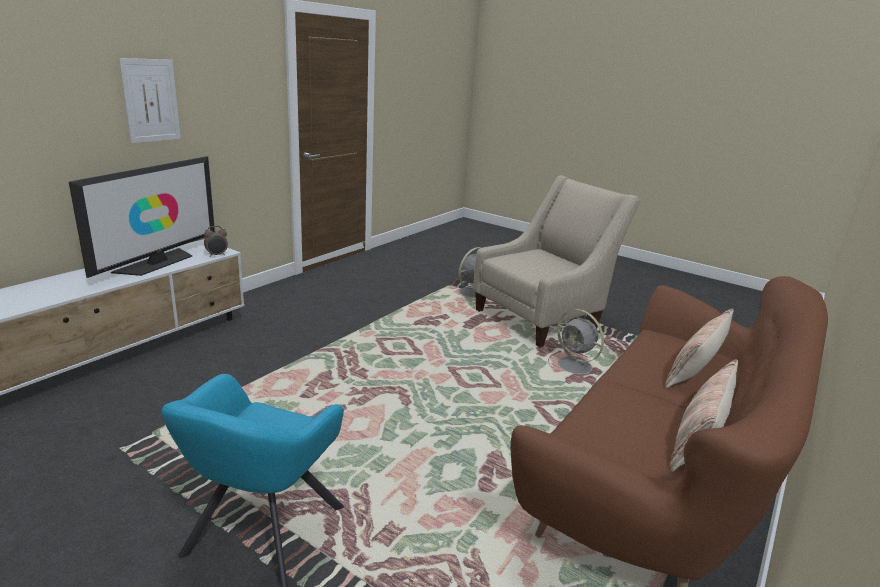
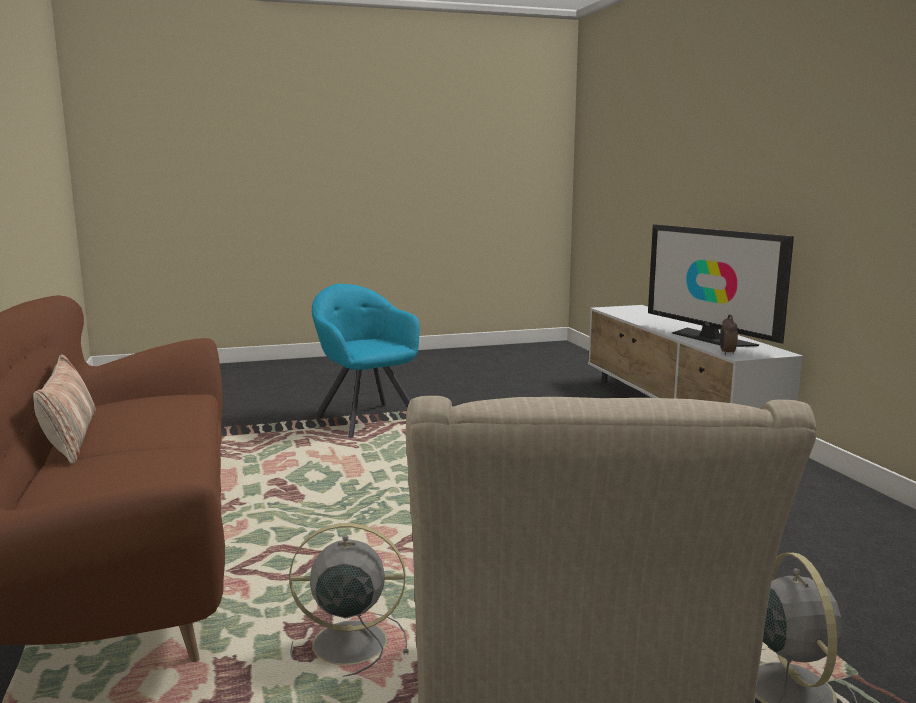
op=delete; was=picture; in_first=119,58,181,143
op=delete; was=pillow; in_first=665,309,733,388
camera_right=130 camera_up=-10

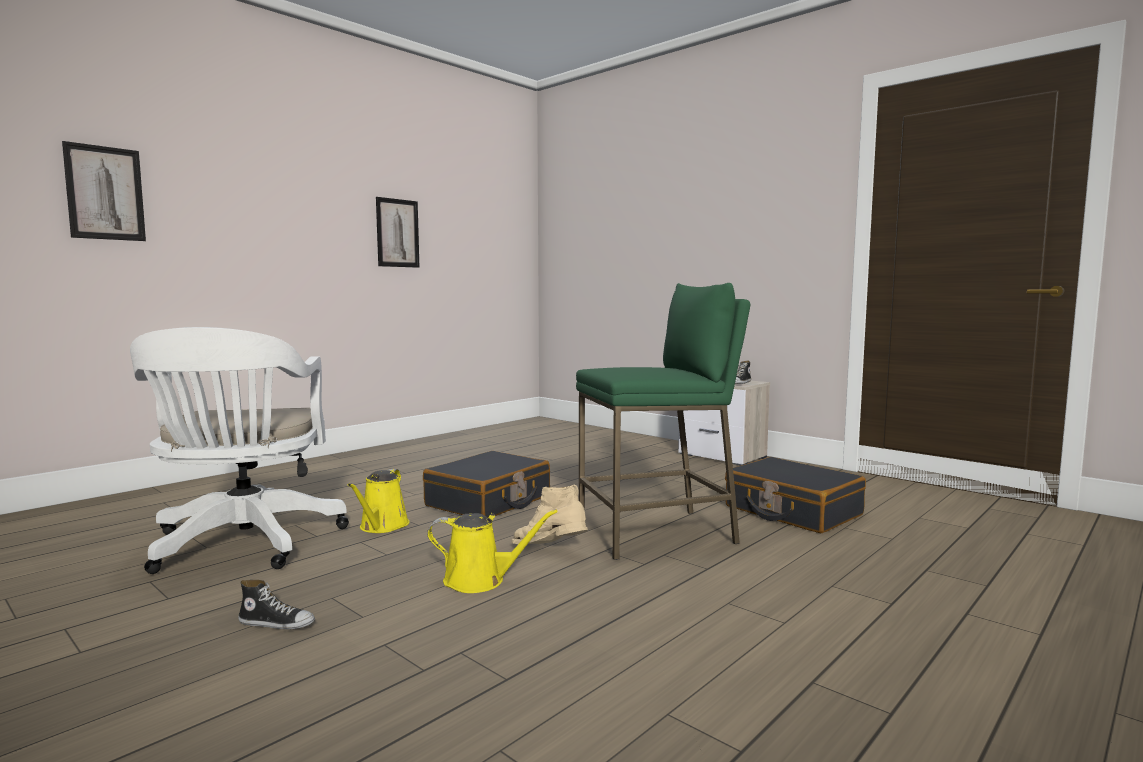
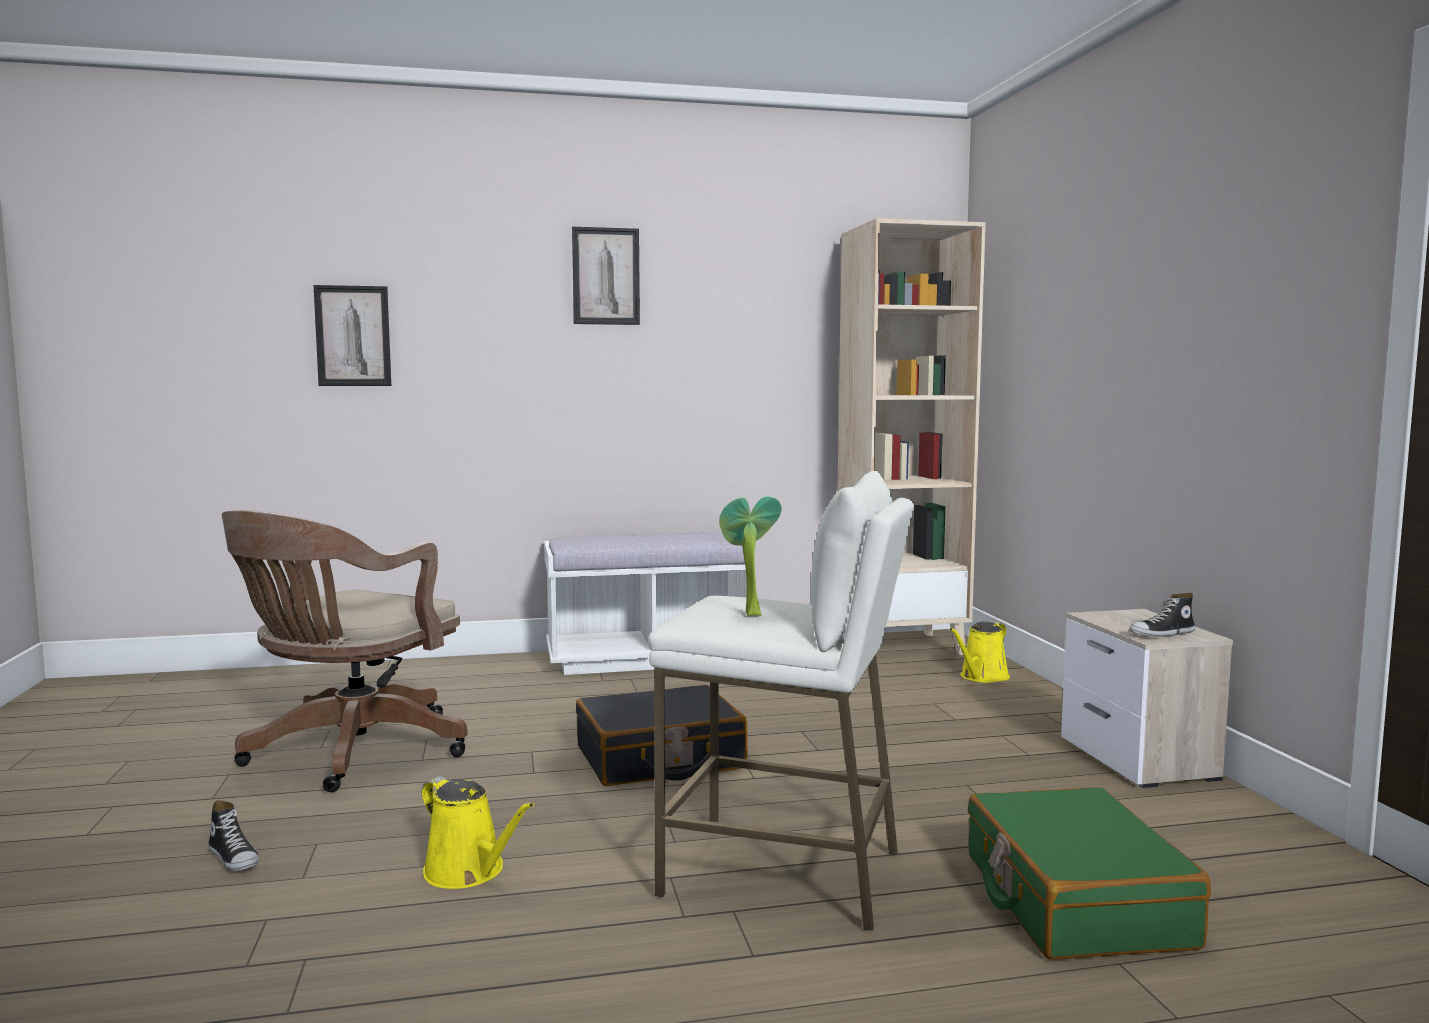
op=delete; was=beige boot; in_first=511,485,588,544
op=insert; now=white bench; in_second=544,532,747,675
op=insert; now=potted plant; in_second=719,496,782,616
op=insert; now=beige bookcase; in_second=837,218,986,655
op=move; was=yellow watering can; in_first=348,469,410,533; in_second=949,622,1010,683
op=move; was=picture; in_first=376,197,420,268; in_second=572,227,640,325
op=recolor; was=white office chair; now=brown office chair; in_first=130,327,349,574; in_second=222,510,467,792
op=recolor; was=green stool; now=white stool; in_first=576,283,750,560; in_second=648,471,914,931
op=recolor; was=black suitcase; now=green suitcase; in_first=725,457,866,534; in_second=968,787,1211,960
camera_right=35 camera_up=0

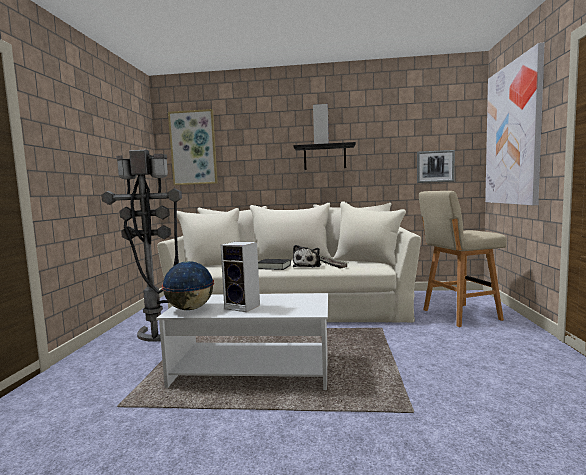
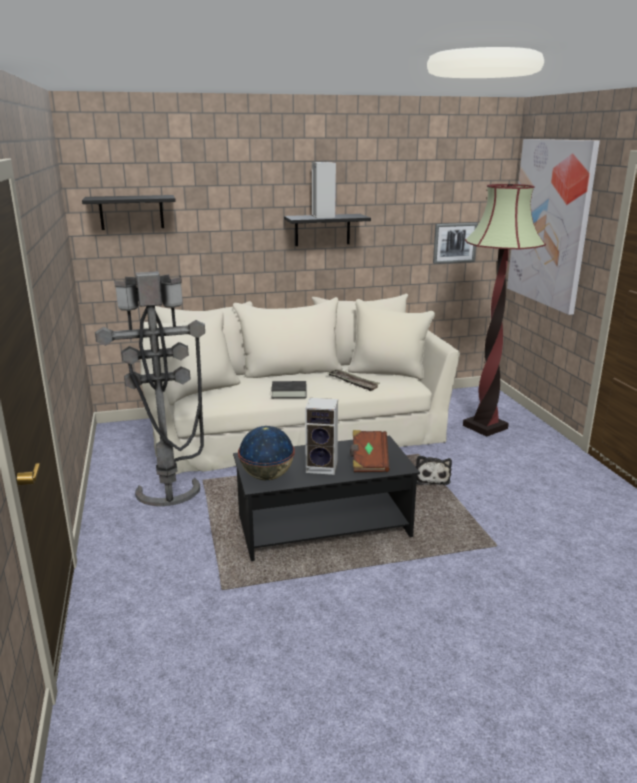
op=insert; now=brown book; in_second=350,430,389,472
op=move; was=plush toy; in_first=293,245,321,267; in_second=416,455,452,485
op=replace; was=picture; now=black shelf; in_first=168,109,218,185; in_second=82,195,176,230
op=replace; was=beige stool; now=floor lamp; in_first=419,191,507,327; in_second=463,184,546,437
op=recolor; was=white coffee table; now=black coffee table; in_first=156,293,328,390; in_second=233,435,420,561
camera_right=-20 camera_up=15

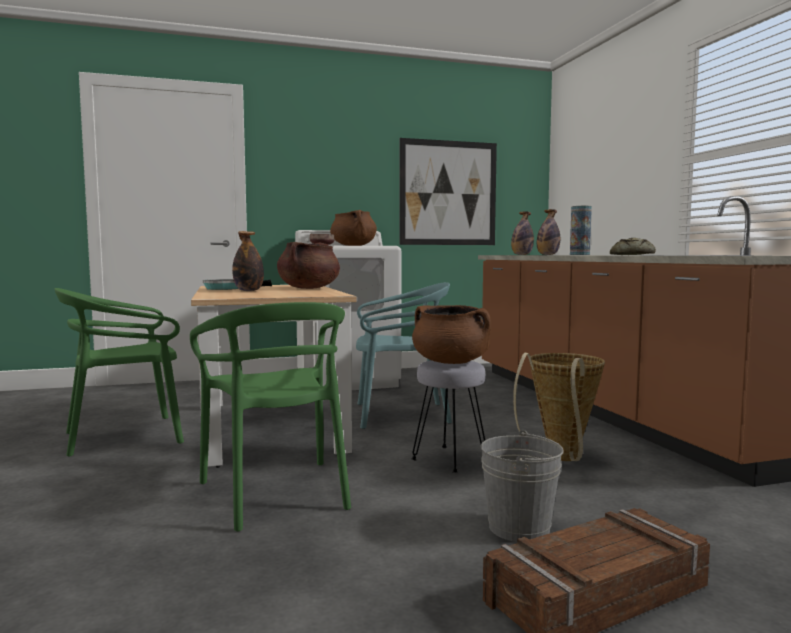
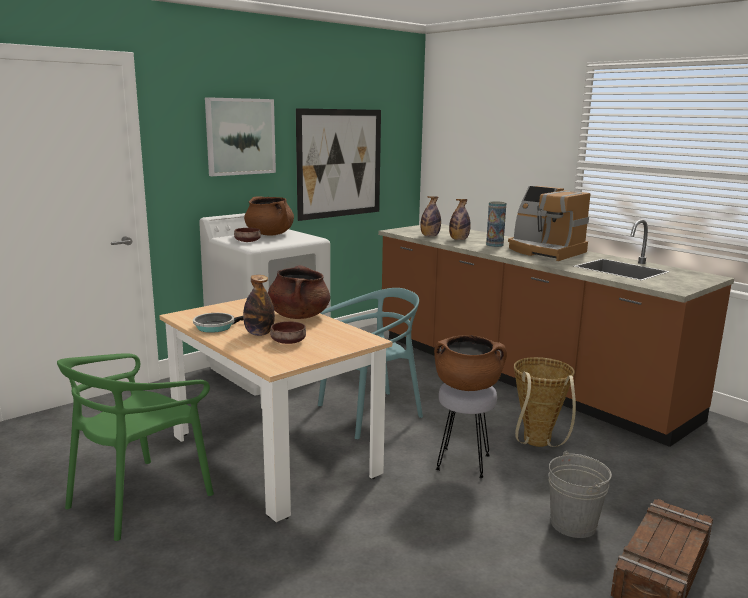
op=delete; was=green chair; in_first=190,302,351,532
op=insert; now=picture; in_second=205,97,276,176
op=insert; now=brown bowl; in_second=270,321,306,344
op=replace; was=bread; now=coffee machine; in_first=610,238,656,255; in_second=508,186,590,261
camera_right=-25 camera_up=10

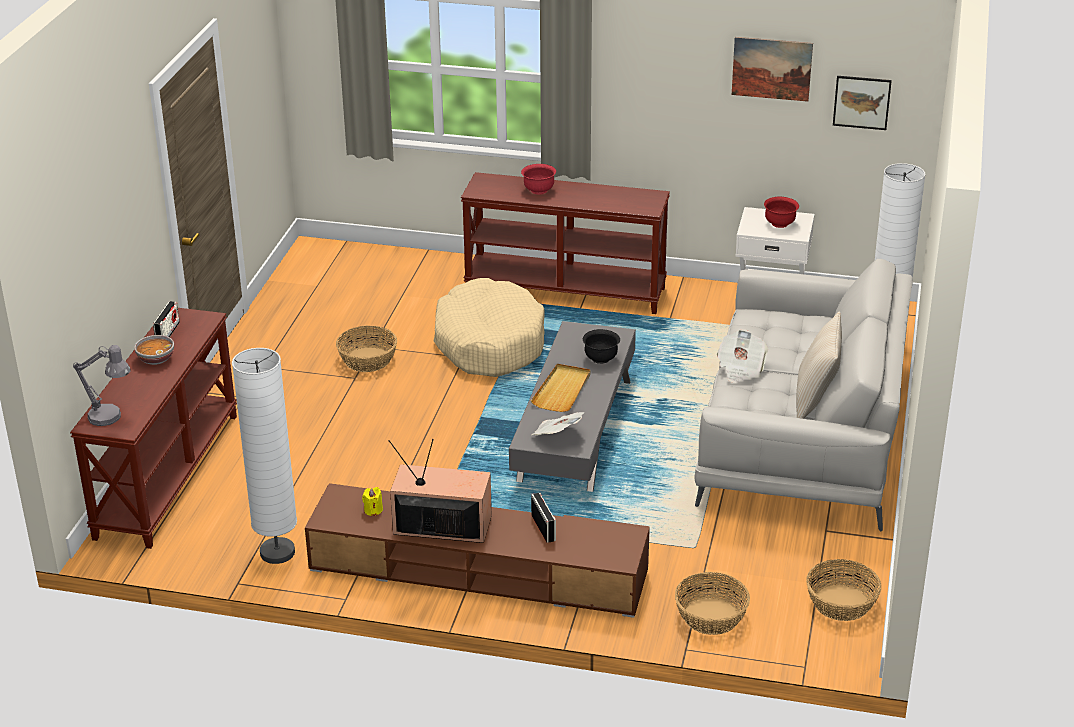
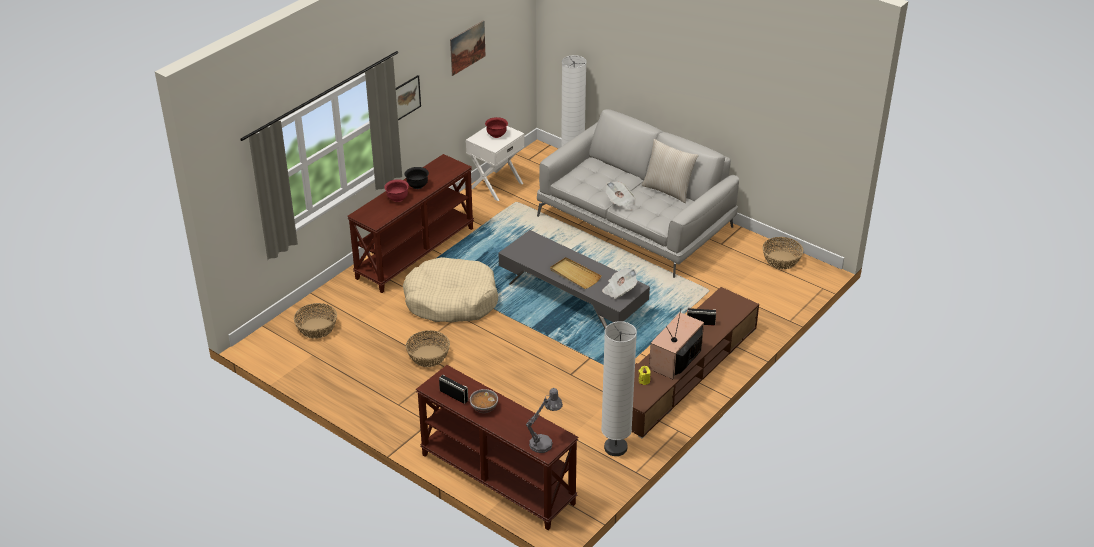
op=move; was=black bowl; in_first=583,329,620,364; in_second=405,167,429,189
op=move; was=basket; in_first=675,572,750,635; in_second=294,303,337,339
op=move; was=picture; in_first=833,76,892,130; in_second=396,75,421,120
camera_right=-65 camera_up=5

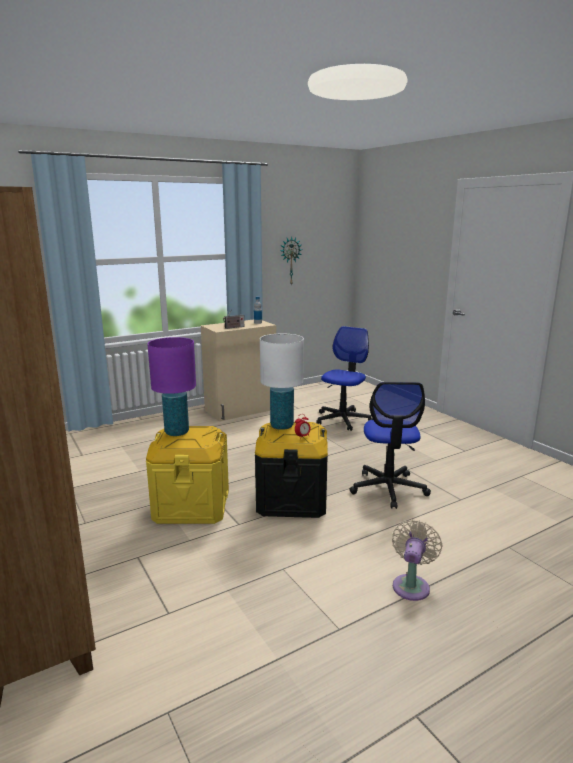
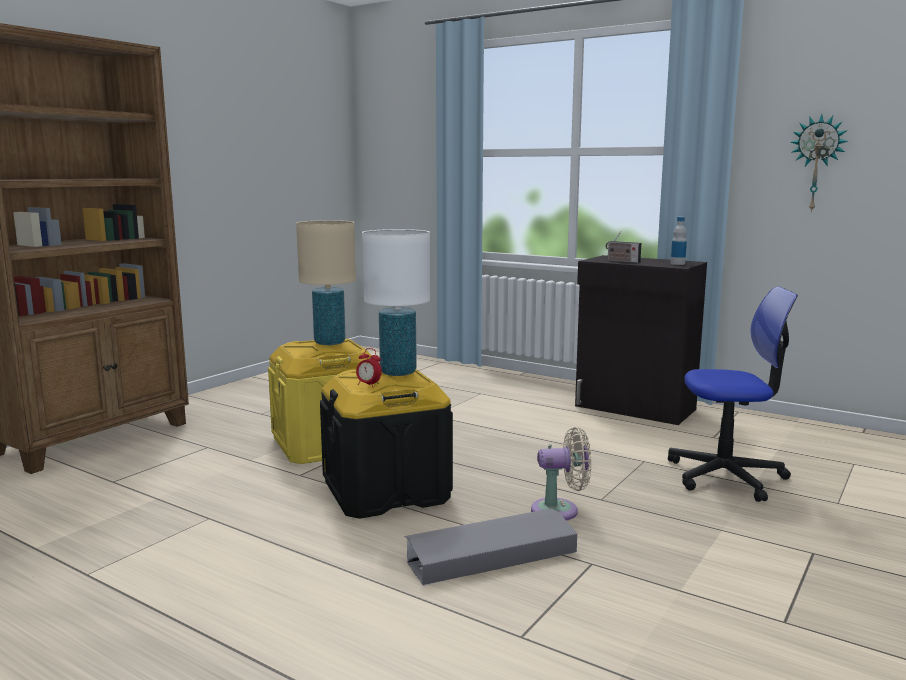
op=move; was=beige fan; in_first=392,520,442,601; in_second=531,427,591,521
op=replace; was=office chair; now=grey storage box; in_first=349,382,431,509; in_second=404,508,577,586
op=recolor; was=purple table lamp; now=beige table lamp; in_first=147,337,196,436; in_second=296,220,356,345
op=recolor; was=beige cabinet; now=black cabinet; in_first=201,320,276,421; in_second=575,255,707,425
camera_right=65 camera_up=-5

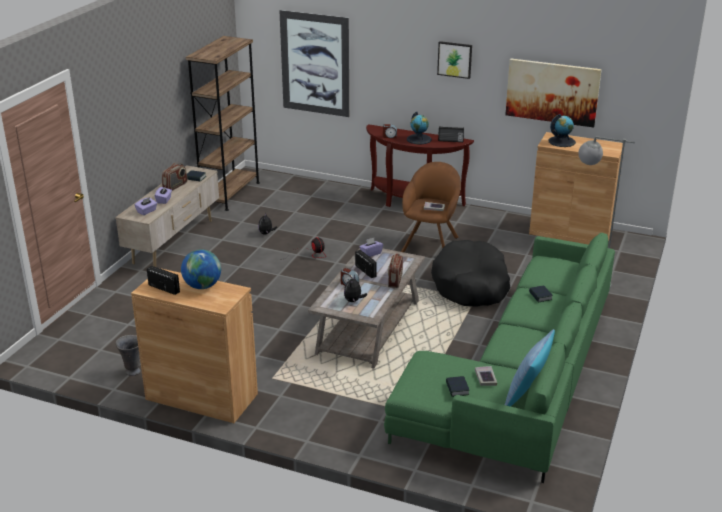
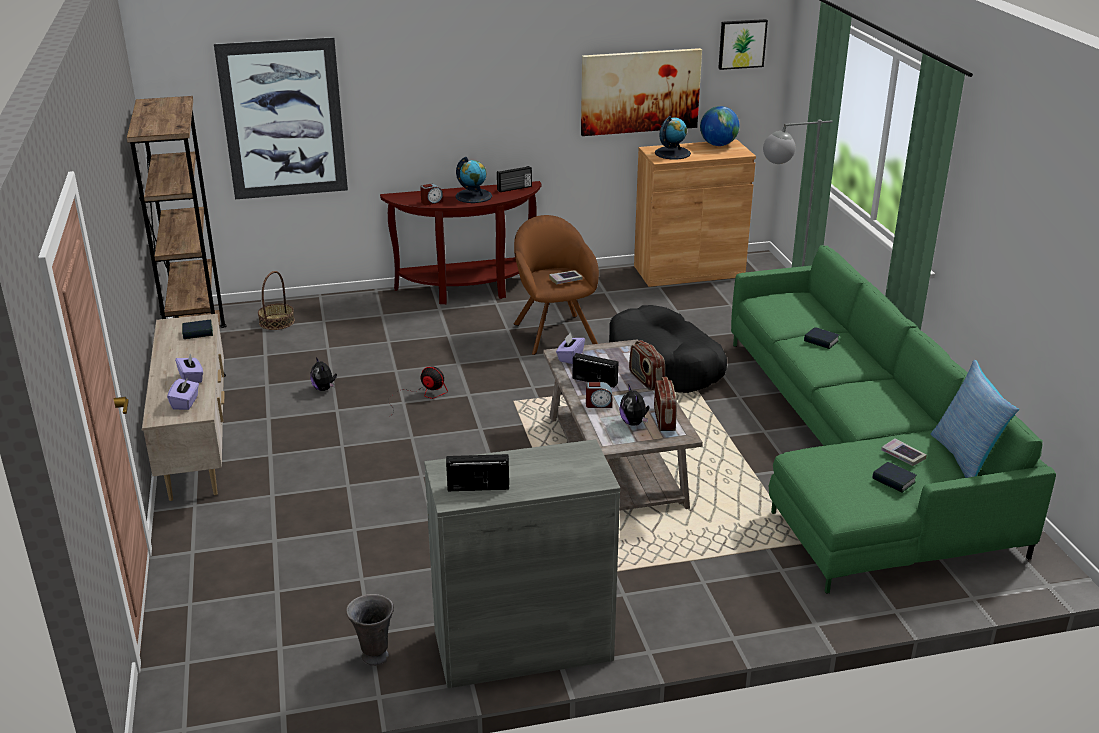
op=insert; now=basket; in_second=258,271,295,330
op=move; was=radio; in_first=162,163,188,191; in_second=654,377,677,431
op=move; was=globe; in_first=181,249,221,289; in_second=700,106,739,146
op=move; was=picture; in_first=437,41,472,79; in_second=718,19,768,70
op=recolor; was=brown cabinet; now=grey cabinet; in_first=131,268,258,423; in_second=424,439,620,688
camera_right=-35 camera_up=0

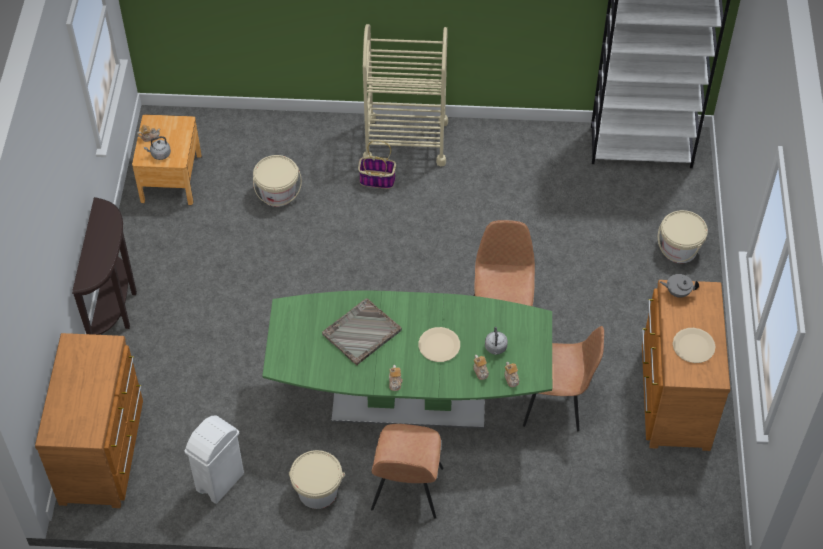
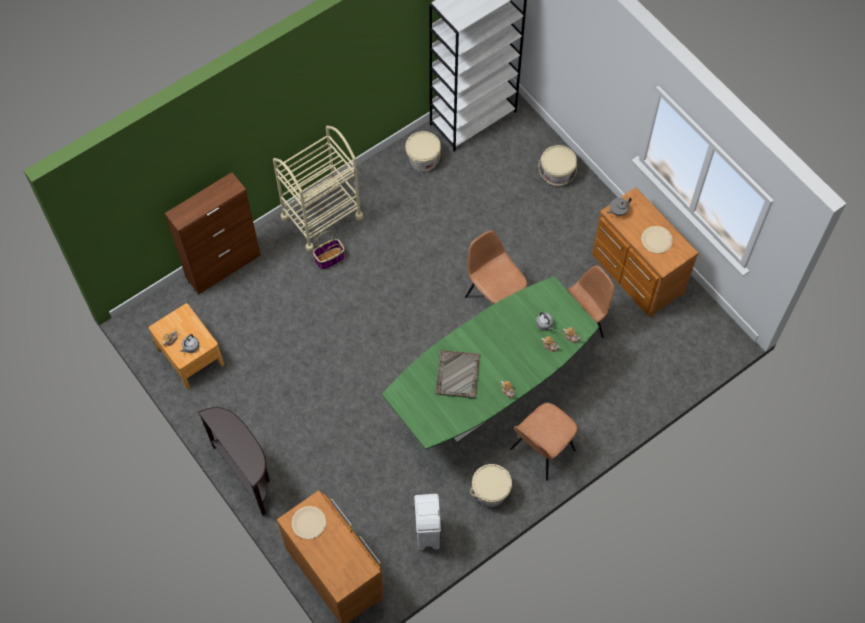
op=insert; now=brown cabinet; in_second=165,172,260,295
op=move; was=beige bucket; in_first=253,155,302,207; in_second=405,131,441,172
op=move; was=beige plate; in_first=418,327,460,362; in_second=292,506,326,539
op=rotate; was=brown chair; in_first=371,424,443,518; in_second=510,403,578,481; clockwise=75
camera_right=-40 camera_up=10

